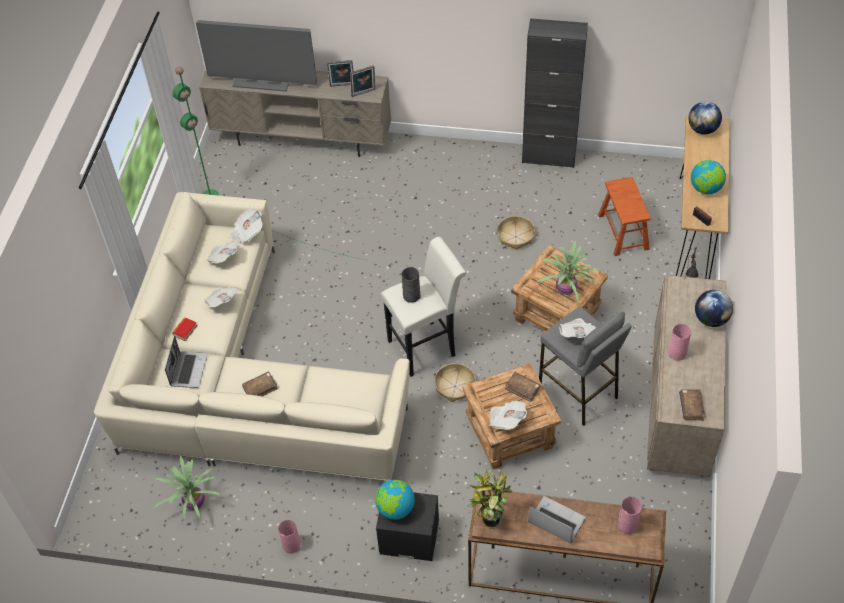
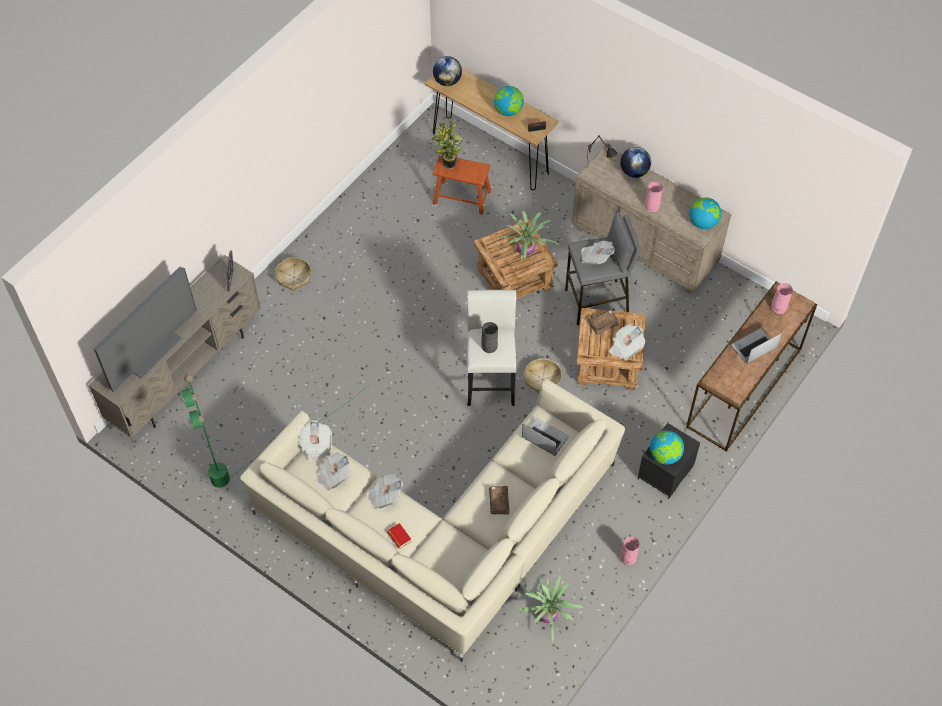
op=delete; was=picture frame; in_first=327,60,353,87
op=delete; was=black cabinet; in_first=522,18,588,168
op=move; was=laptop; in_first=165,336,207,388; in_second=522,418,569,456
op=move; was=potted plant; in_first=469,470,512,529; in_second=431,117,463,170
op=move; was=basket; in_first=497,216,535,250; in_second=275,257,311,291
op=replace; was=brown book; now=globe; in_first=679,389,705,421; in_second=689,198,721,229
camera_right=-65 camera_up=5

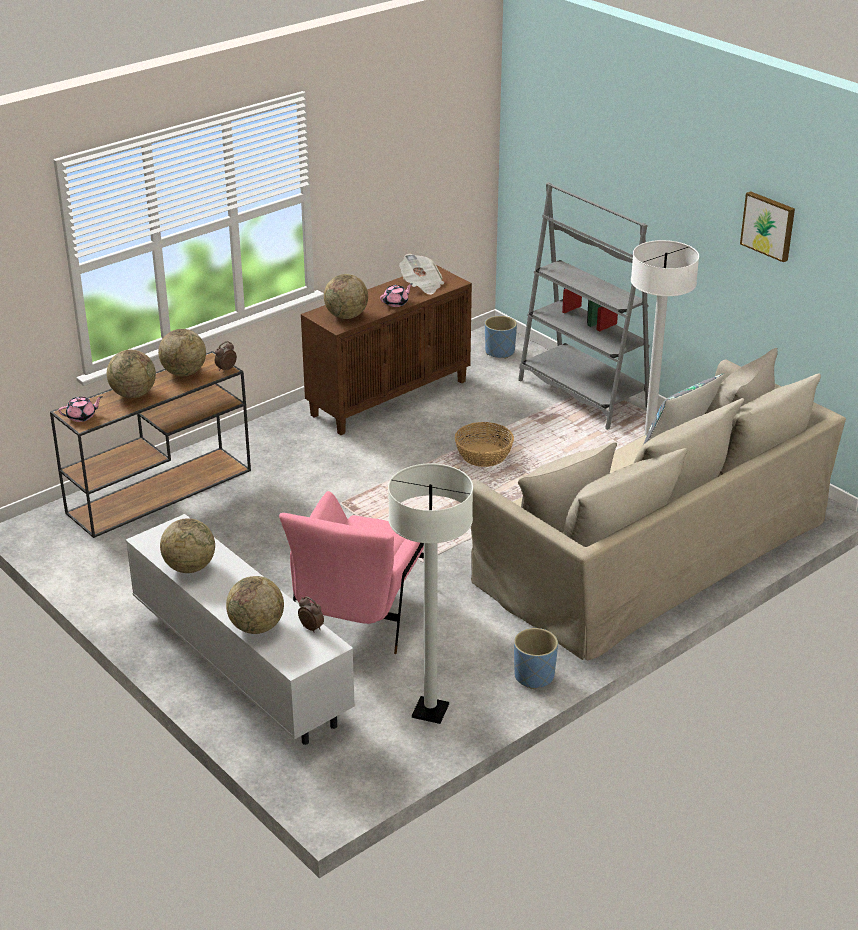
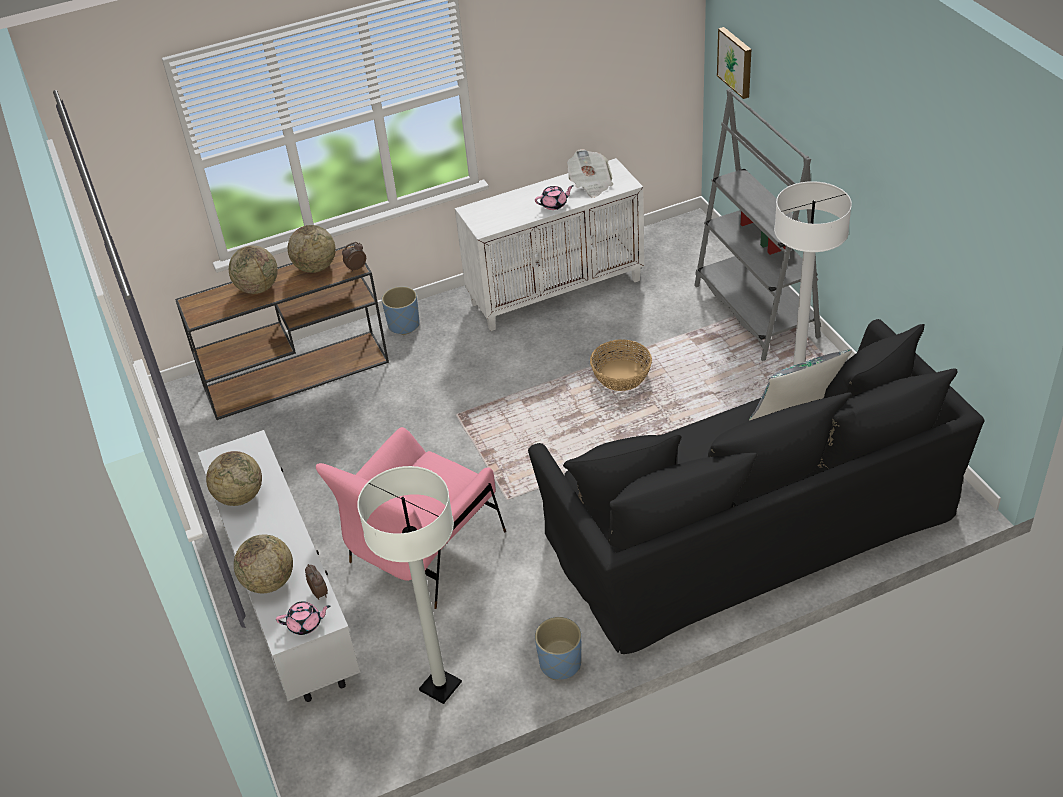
op=delete; was=globe; in_first=324,274,368,319
op=move; was=pink teapot; in_first=58,396,103,422; in_second=276,601,330,635
op=move; was=blue planter; in_first=485,316,517,359; in_second=382,286,420,335
op=move; was=picture; in_first=740,191,795,262; in_second=717,27,752,99
op=recolor; was=brown cabinet; now=white cabinet; in_first=301,265,472,435; in_second=455,158,644,331
op=recolor; was=beige sofa; now=black sofa; in_first=471,348,846,660; in_second=528,319,985,654
camera_right=20 camera_up=10

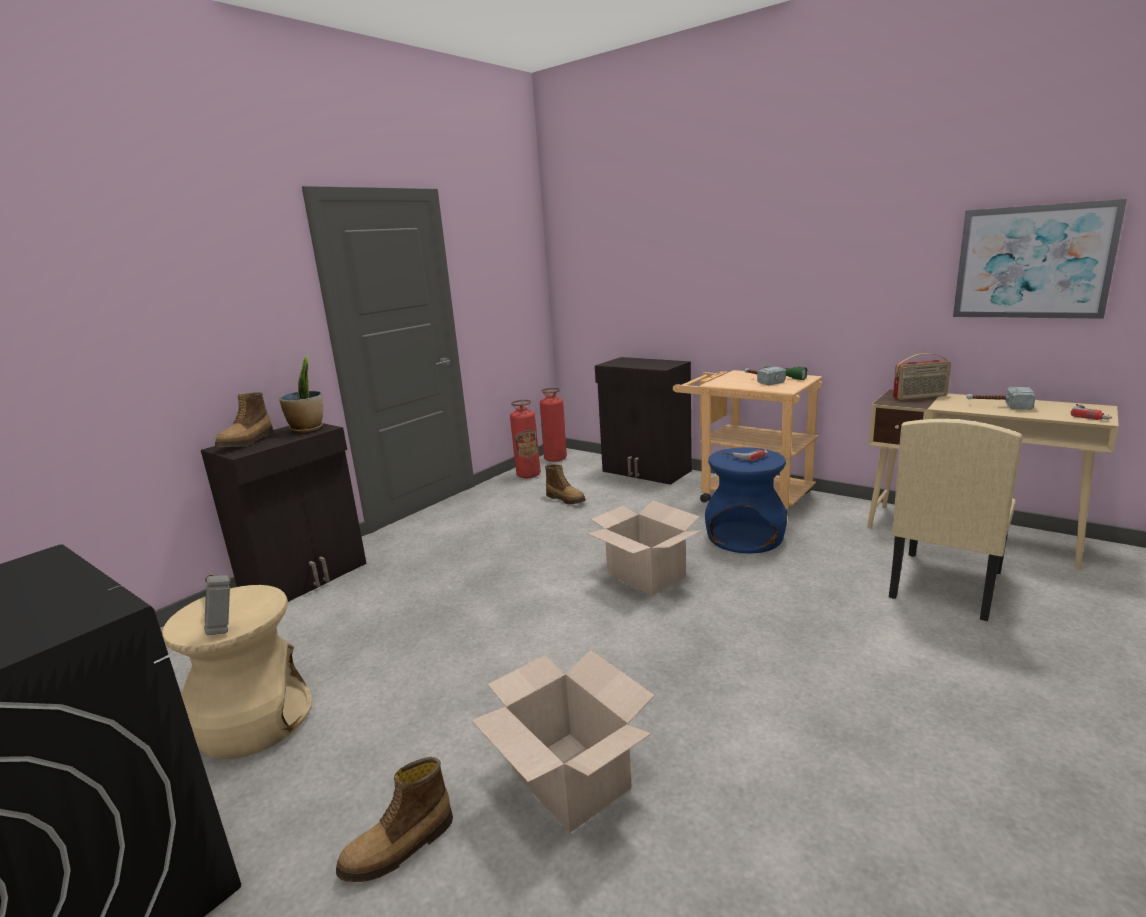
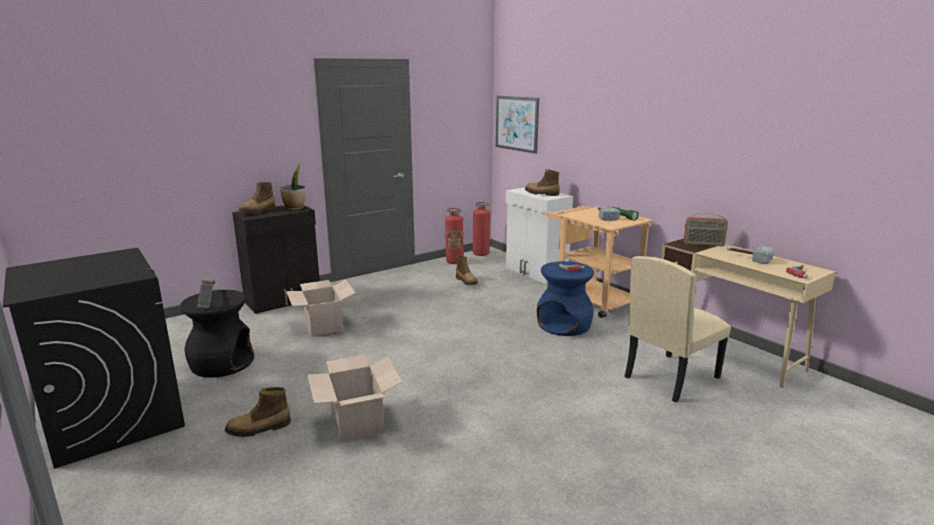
op=insert; now=boot; in_second=525,169,559,196
op=move; was=cardboard box; in_first=587,501,701,595; in_second=286,280,355,336
op=move; was=picture; in_first=953,199,1127,319; in_second=496,96,539,154
op=recolor; was=beige stool; now=black stool; in_first=162,585,312,759; in_second=180,290,254,378
op=recolor; was=black cabinet; now=white cabinet; in_first=595,357,692,485; in_second=506,187,573,284
camera_right=15 camera_up=0

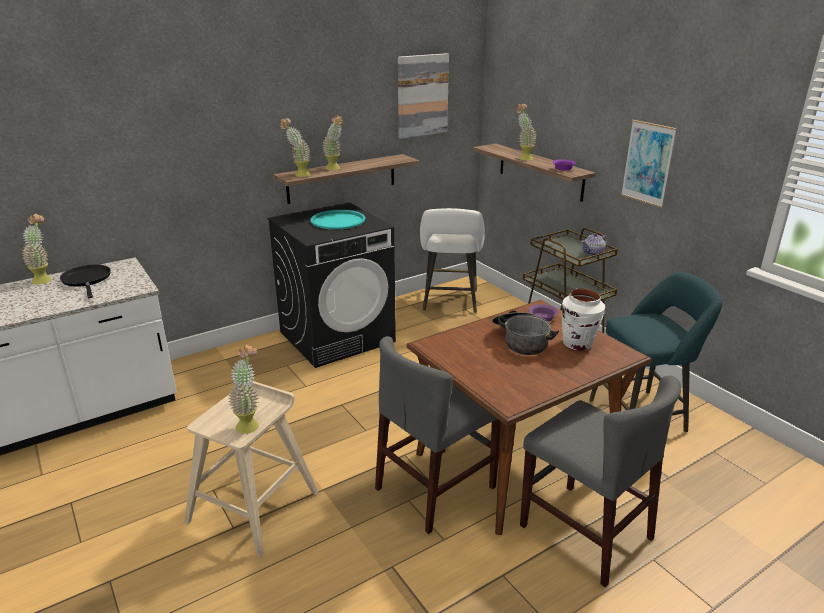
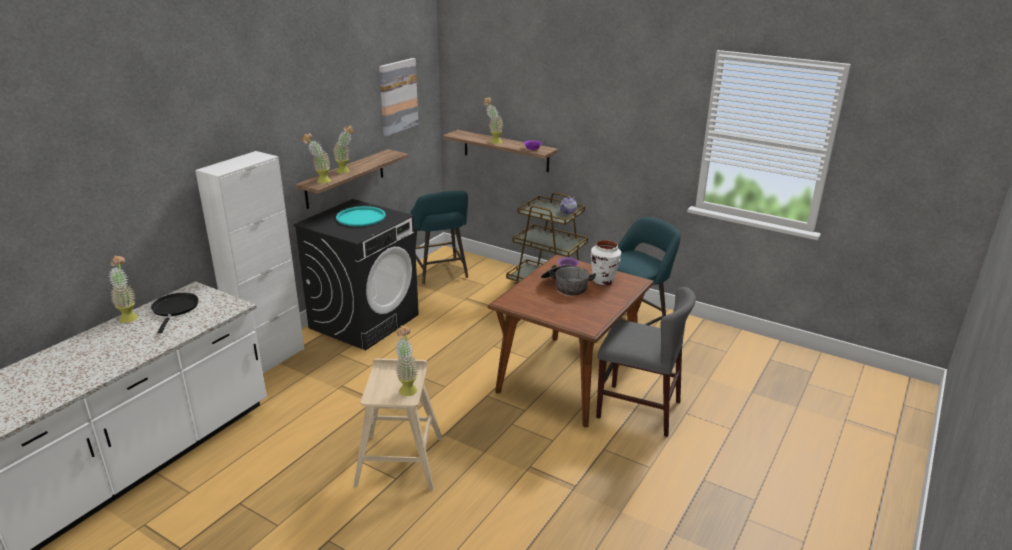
op=delete; was=grey chair; in_first=375,336,501,534
op=delete; was=picture; in_first=621,120,677,208
op=insert; now=white cabinet; in_second=195,151,304,373
op=recolor; was=white stool; now=turquoise stool; in_first=420,208,485,313; in_second=411,191,468,285
op=rotate; was=black frying pan; in_first=60,264,111,298; in_second=151,293,198,333; clockwise=45
camera_right=-25 camera_up=0

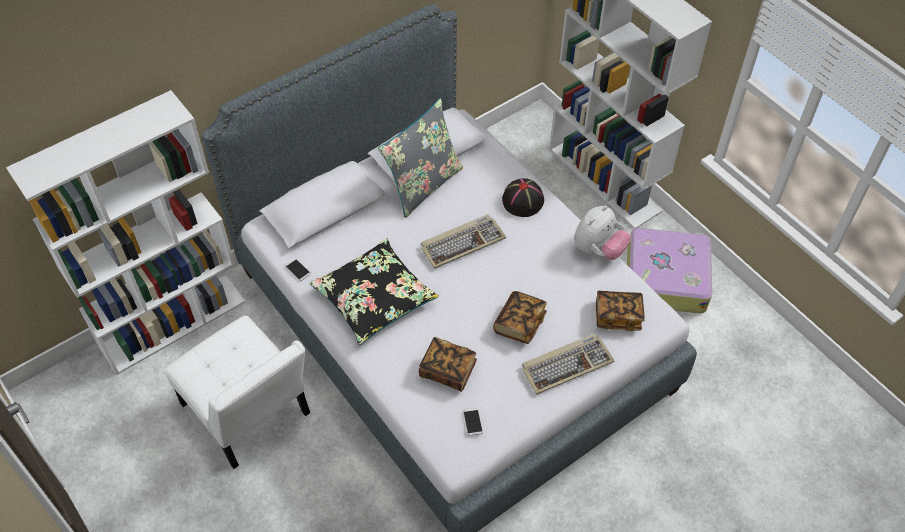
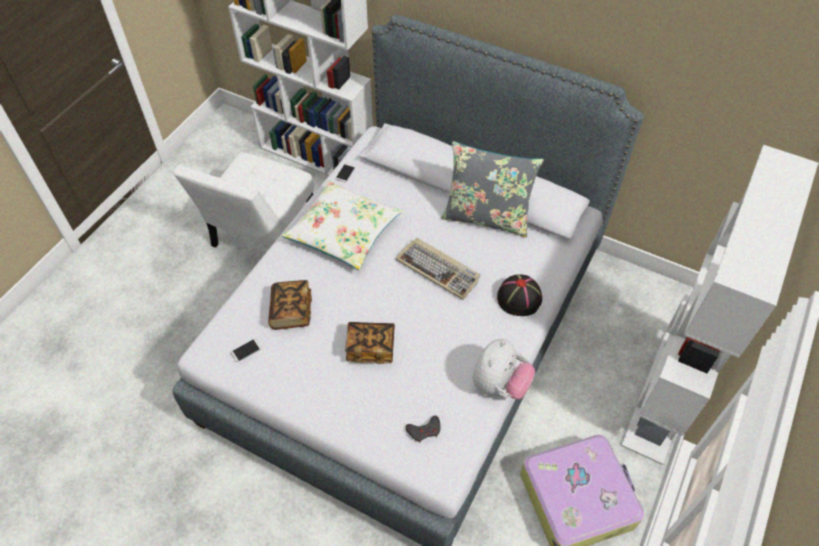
op=delete; was=keyboard; in_first=522,333,614,395
op=replace; was=book; now=grey game controller; in_first=596,291,645,331; in_second=406,416,440,443
op=recolor; was=black pillow; now=white pillow; in_first=309,238,439,345; in_second=282,180,403,270
op=rotate; was=plush toy; in_first=574,205,630,260; in_second=472,339,535,399; clockwise=-75
camera_right=65 camera_up=0

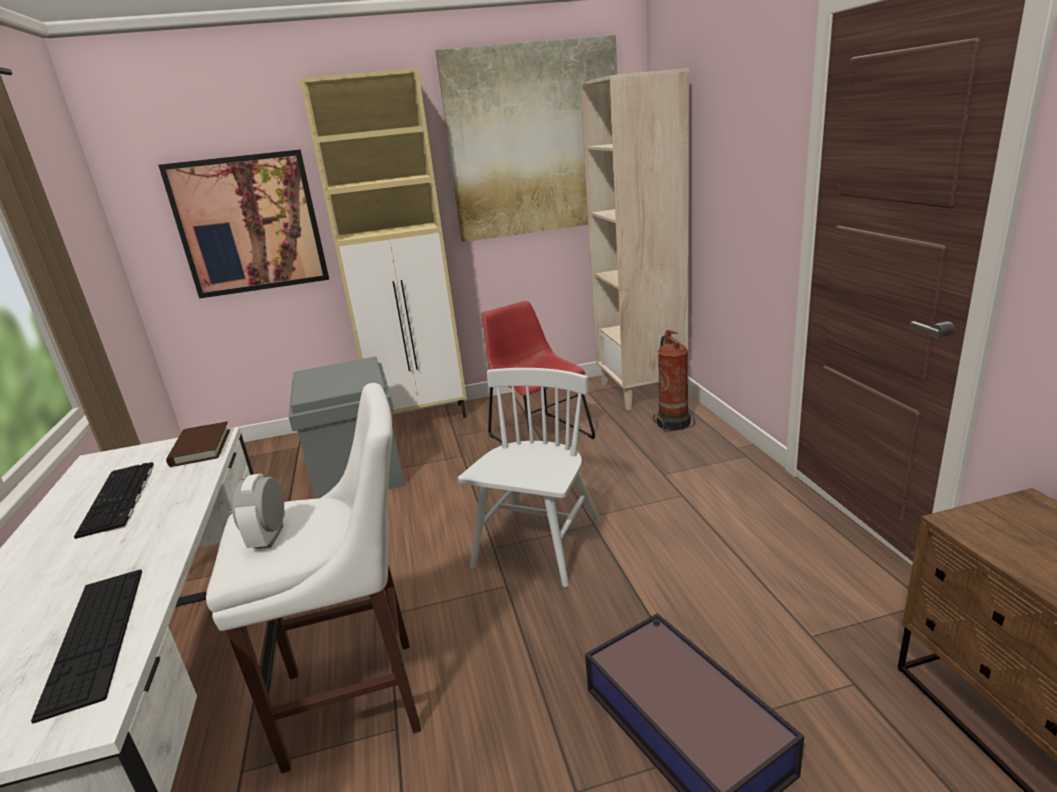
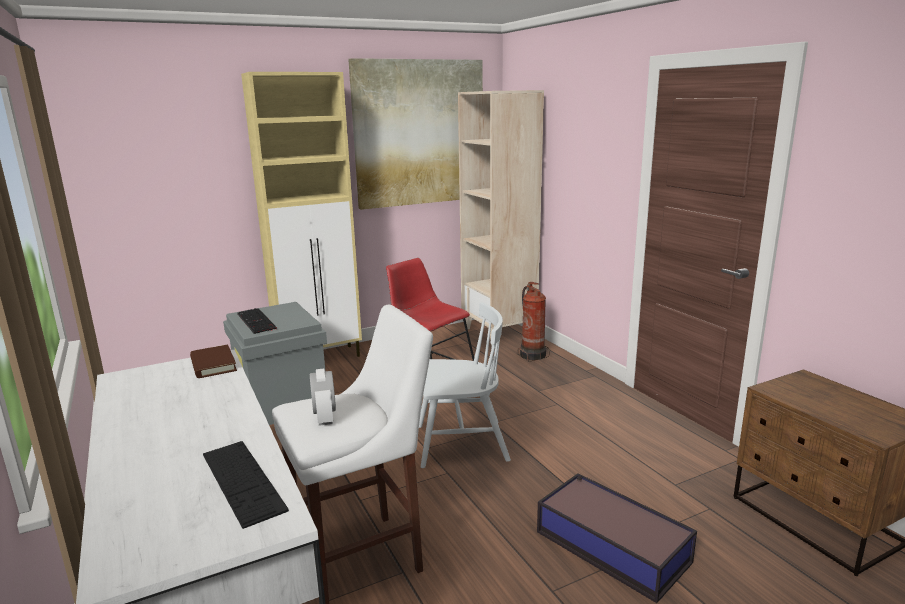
op=delete; was=picture; in_first=158,149,329,299
op=move; was=keyboard; in_first=74,462,154,539; in_second=237,308,277,334
op=rotate; was=white chair; in_first=458,368,600,587; in_second=419,302,511,468; clockwise=75
camera_right=-15 camera_up=-5

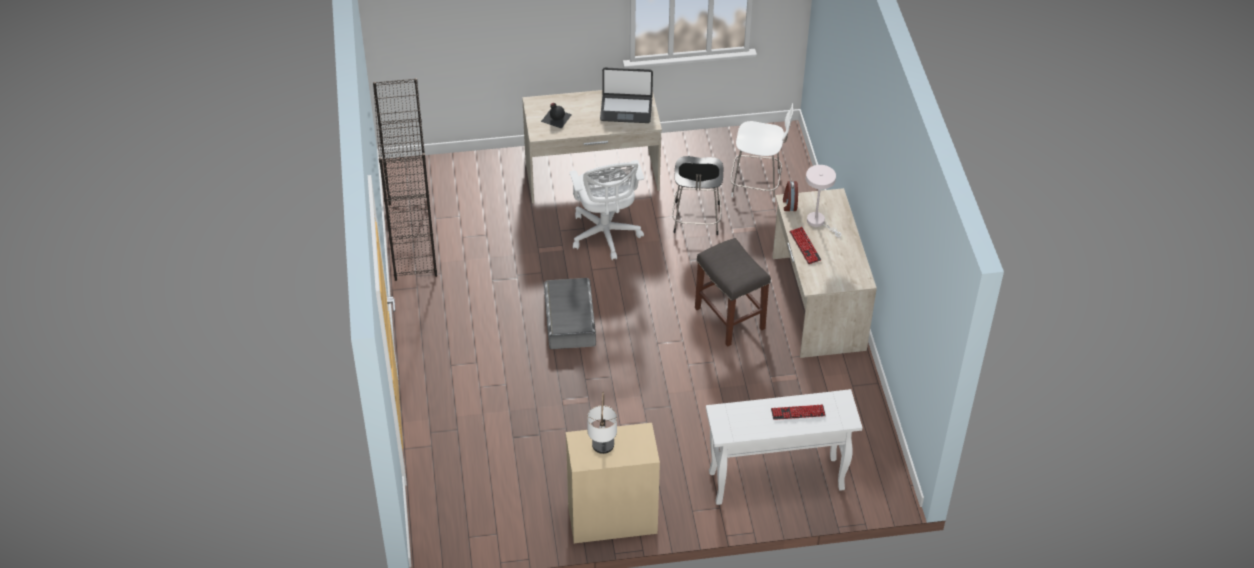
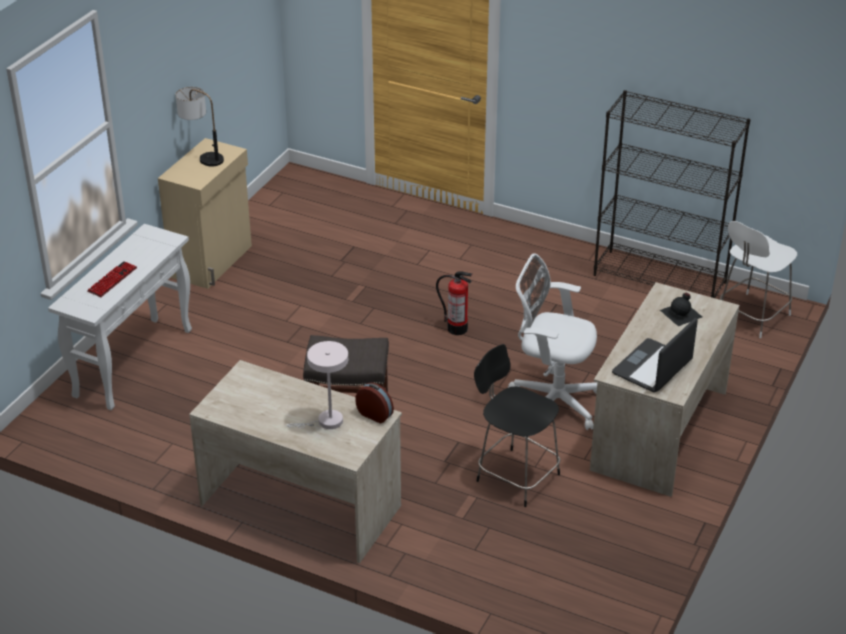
op=delete; was=keyboard; in_first=789,227,821,264
op=move; was=white chair; in_first=730,103,793,202; in_second=720,221,797,338
op=replace; was=grey storage box; now=fire extinguisher; in_first=544,278,596,349; in_second=436,272,473,335
camera_right=125 camera_up=-10

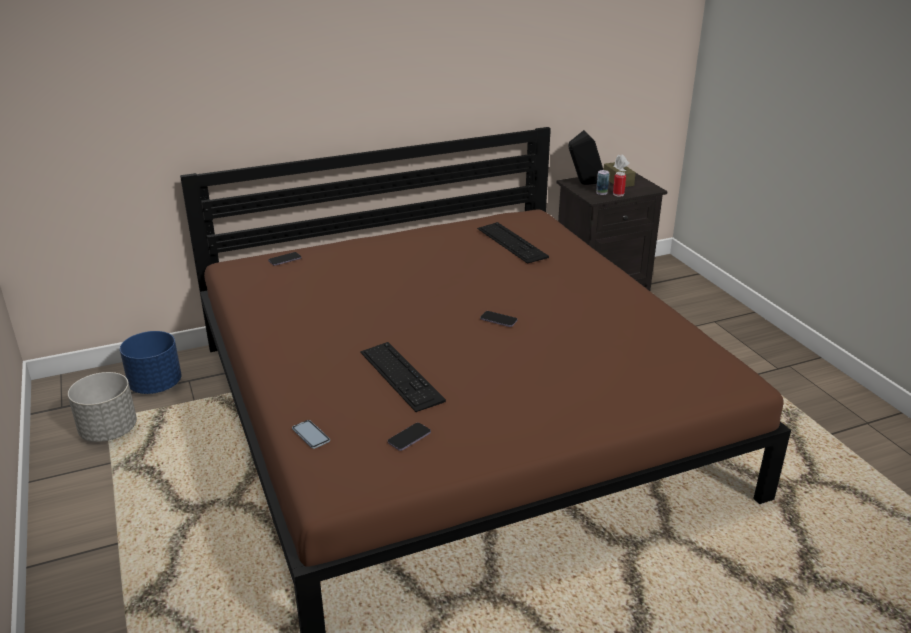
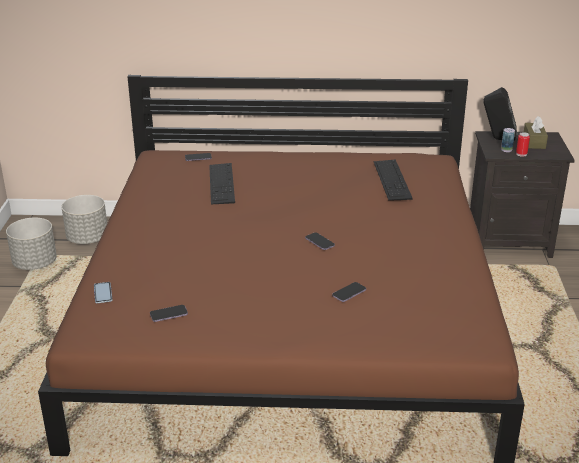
op=insert; now=phone; in_second=332,282,366,302
op=move; was=keyboard; in_first=360,342,446,412; in_second=209,163,235,204
op=recolor; was=blue planter; now=grey planter; in_first=120,331,181,394; in_second=62,195,107,244
camera_right=25 camera_up=0

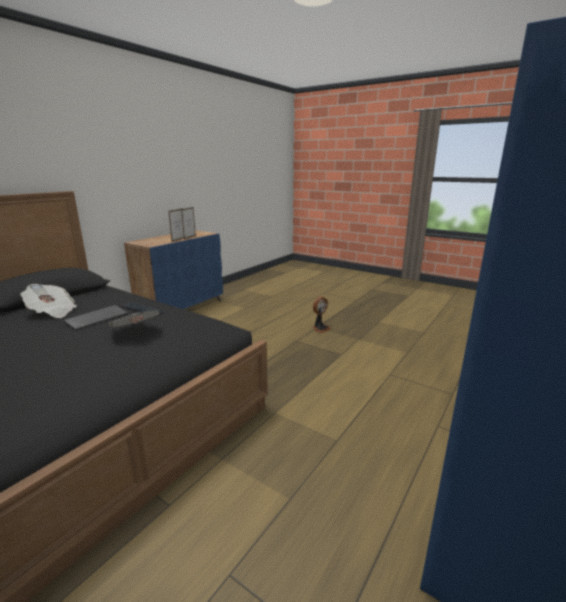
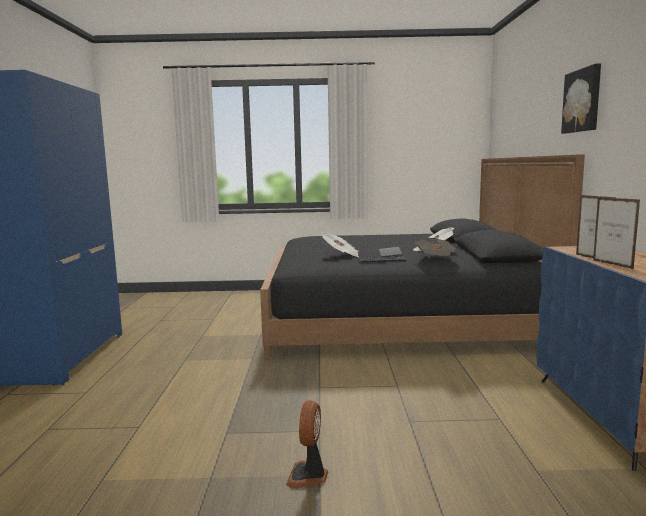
op=insert; now=newspaper; in_second=414,238,456,256
op=insert; now=picture; in_second=561,63,601,134
camera_right=145 camera_up=-10

